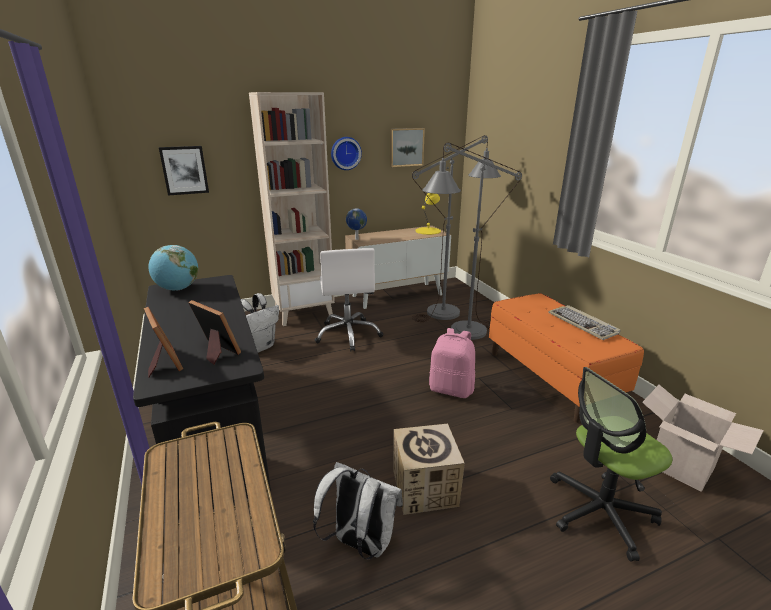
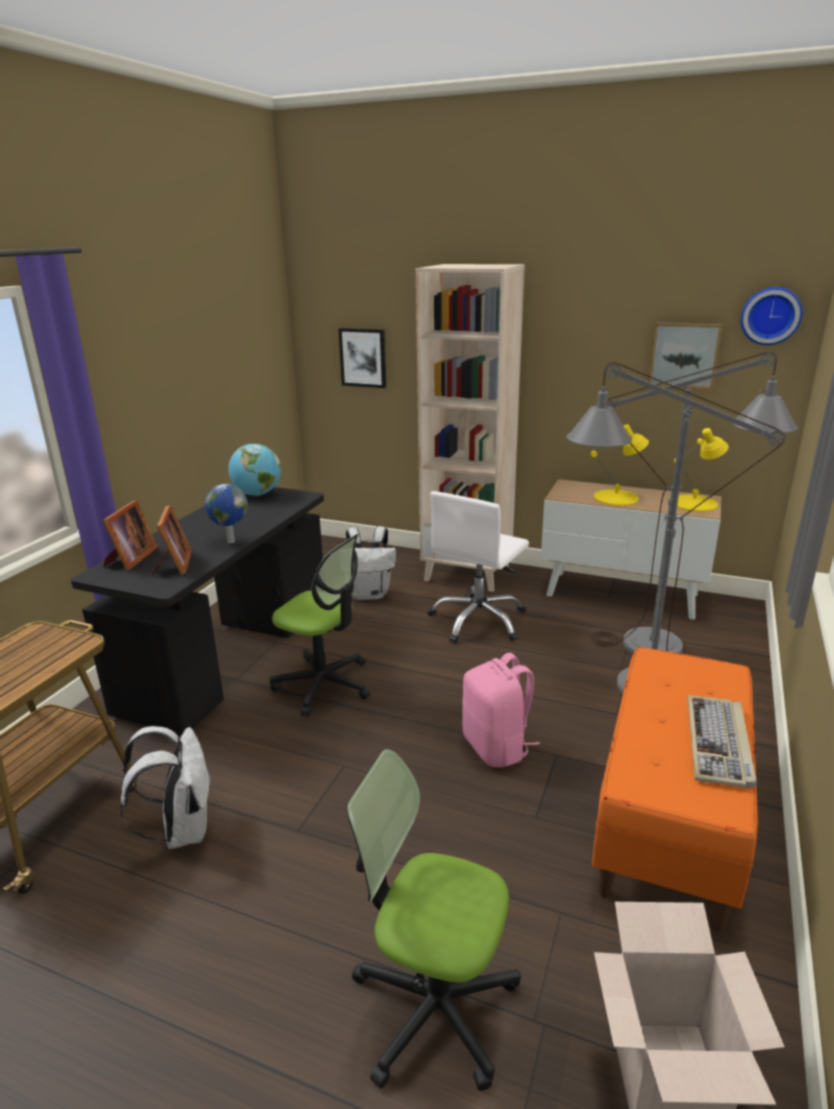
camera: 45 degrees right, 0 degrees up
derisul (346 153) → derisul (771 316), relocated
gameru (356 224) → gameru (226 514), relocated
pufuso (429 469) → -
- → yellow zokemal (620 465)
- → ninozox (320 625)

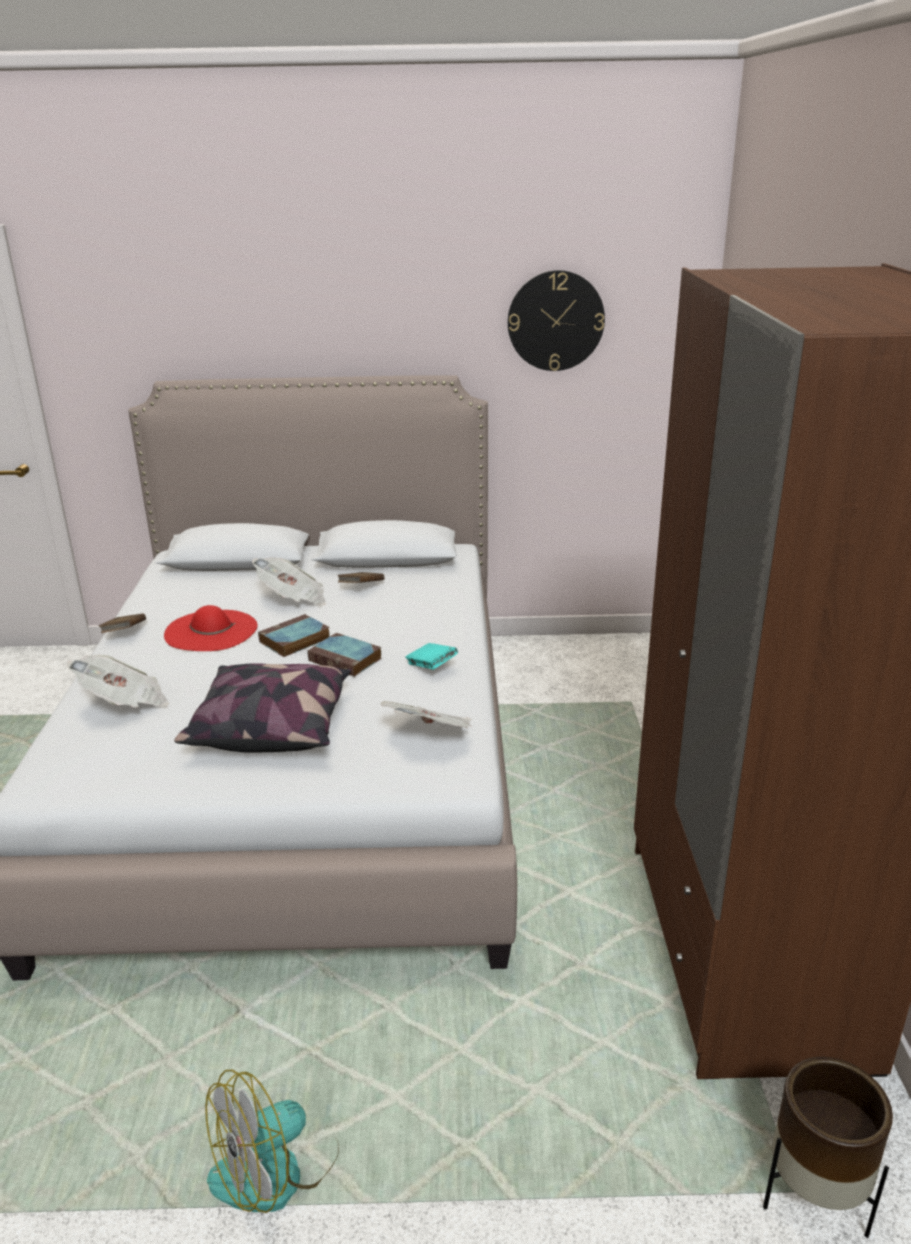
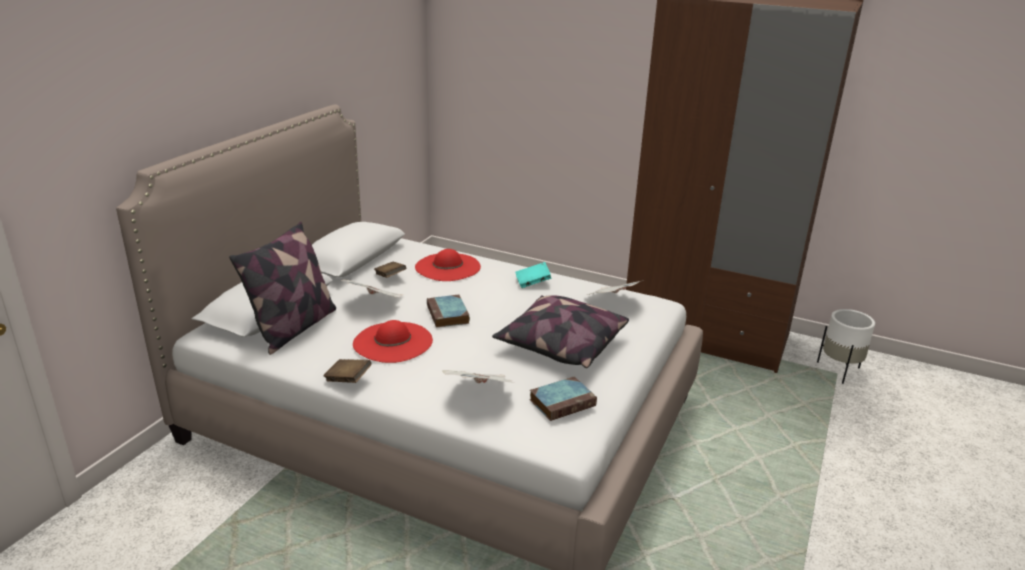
camera: 65 degrees left, 0 degrees up
derisul (556 320) → -
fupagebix (344 655) → fupagebix (563 399), relocated
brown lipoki (828 1147) → white lipoki (846 346)
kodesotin (272 1141) → -
- → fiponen (282 288)
- → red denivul (448 265)

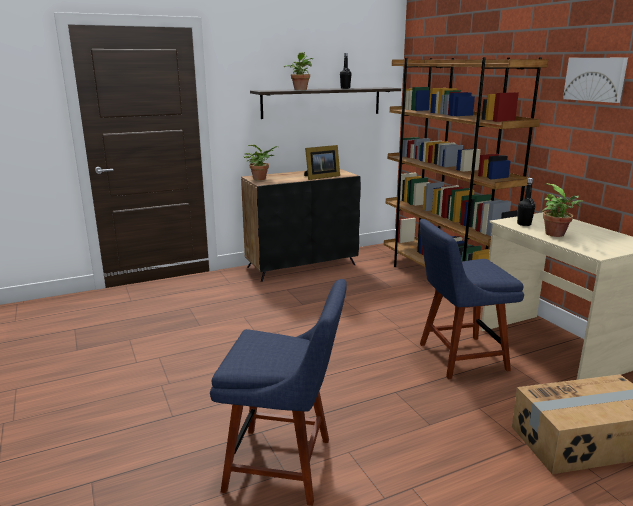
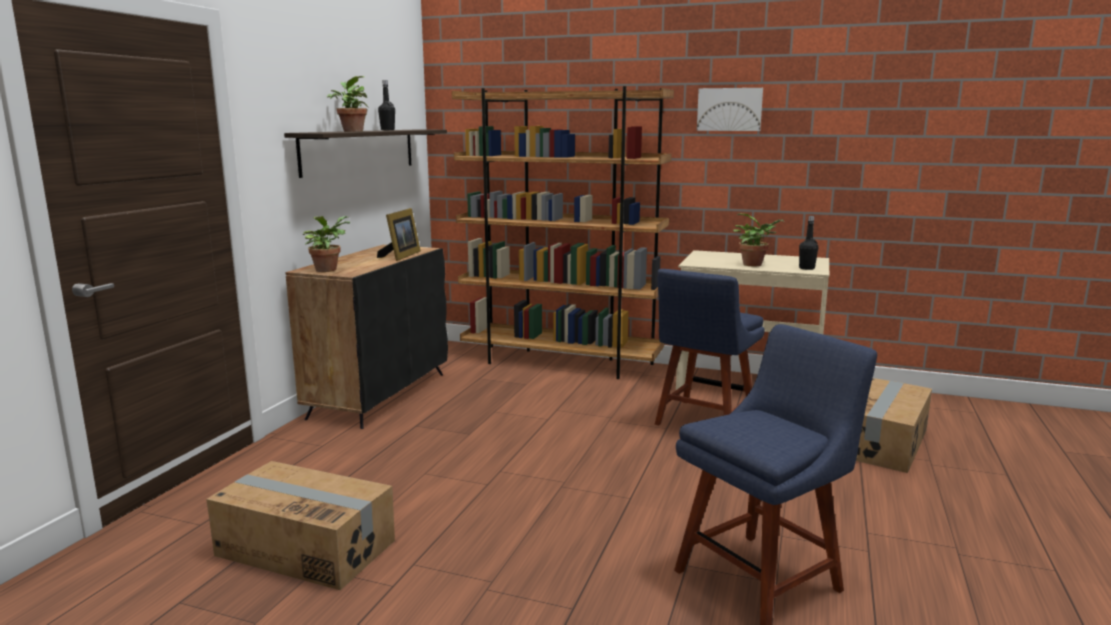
camera: 45 degrees left, 5 degrees down
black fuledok (526 202) → black fuledok (808 243), relocated
- → pufuso (300 525)

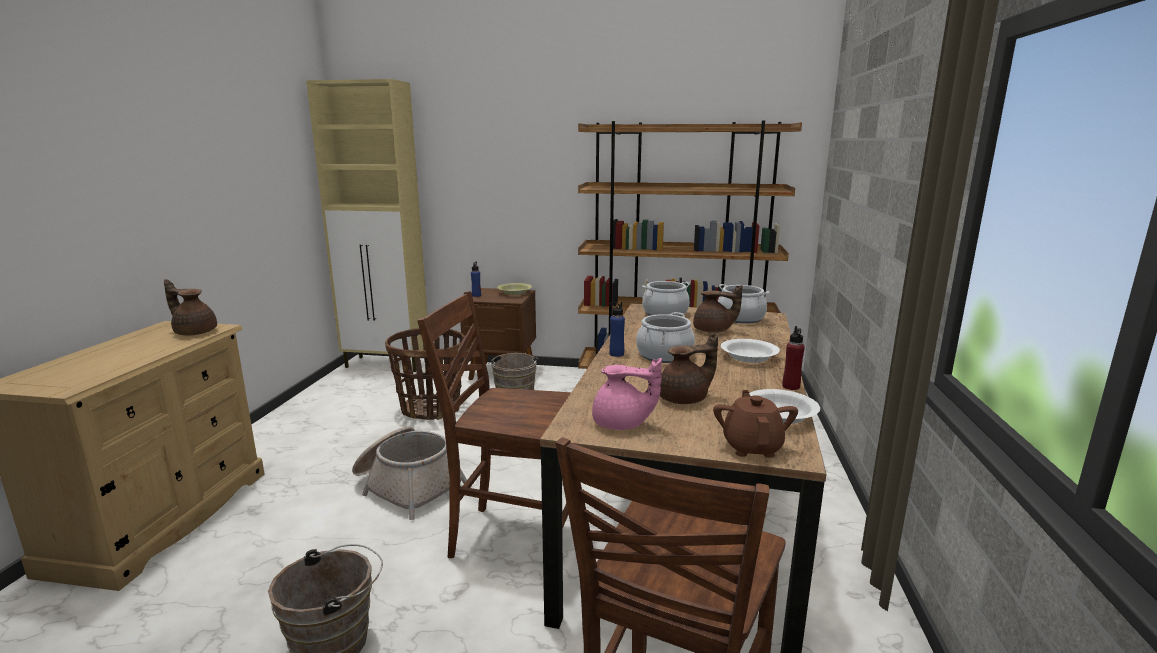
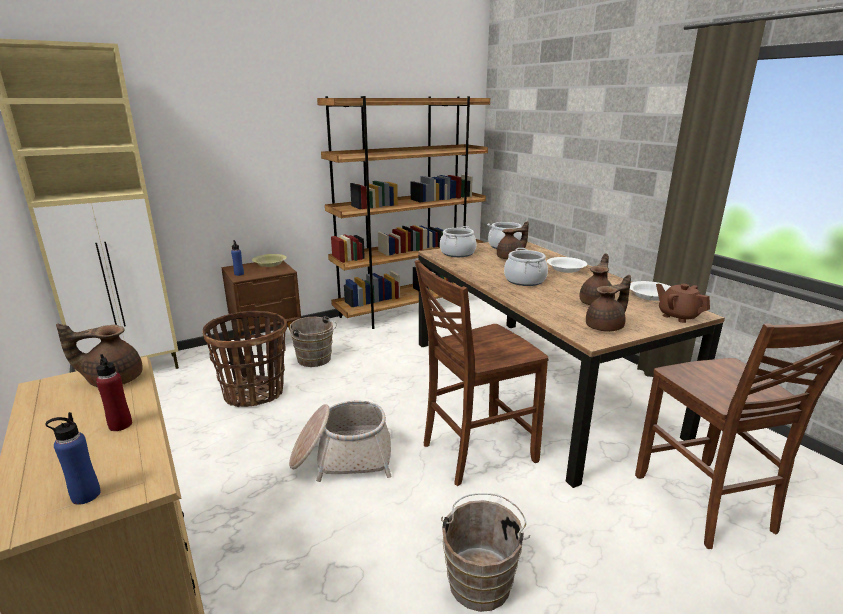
camera: 40 degrees left, 5 degrees up
blue fuledok (617 329) → blue fuledok (73 458), relocated
red fuledok (793 358) → red fuledok (114 392), relocated
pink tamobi (627 394) → brown tamobi (608 303)

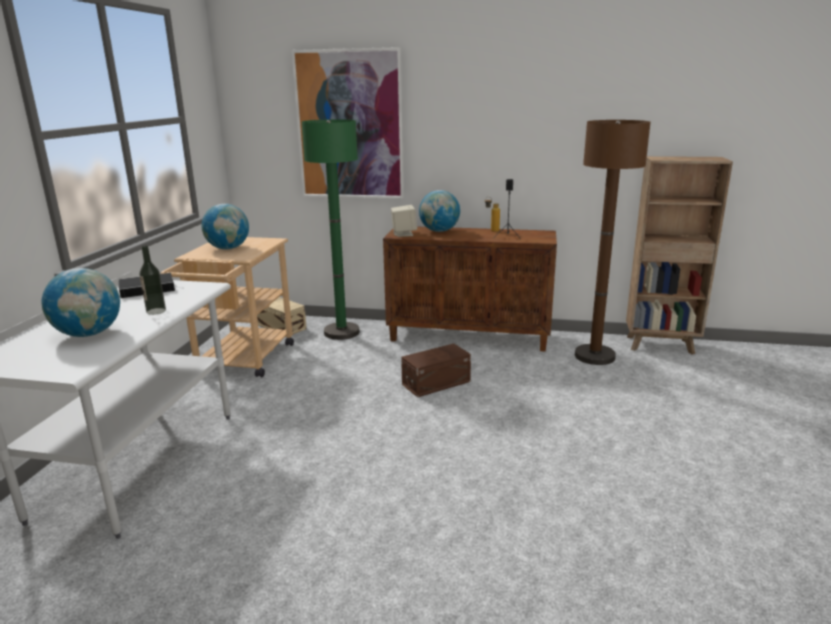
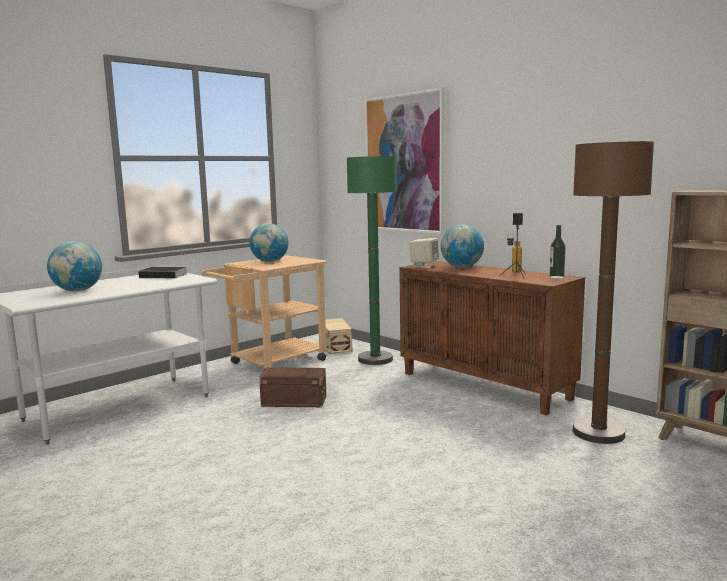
camera: 35 degrees right, 10 degrees down
fuledok (152 280) → fuledok (558 252), relocated
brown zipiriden (436 370) → brown zipiriden (292 387), relocated

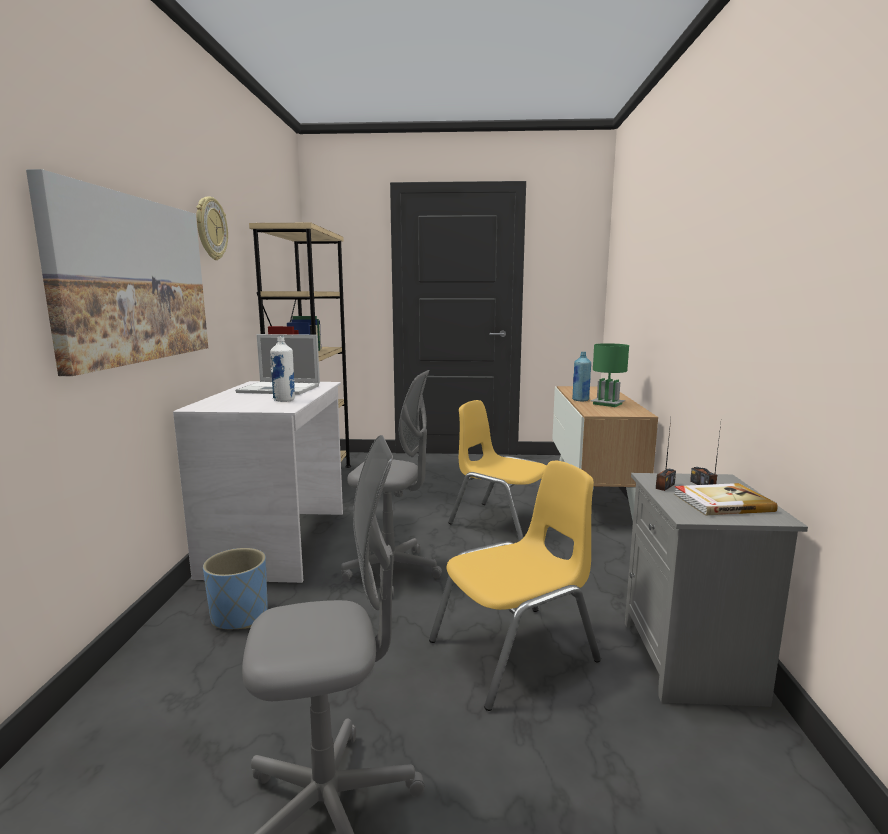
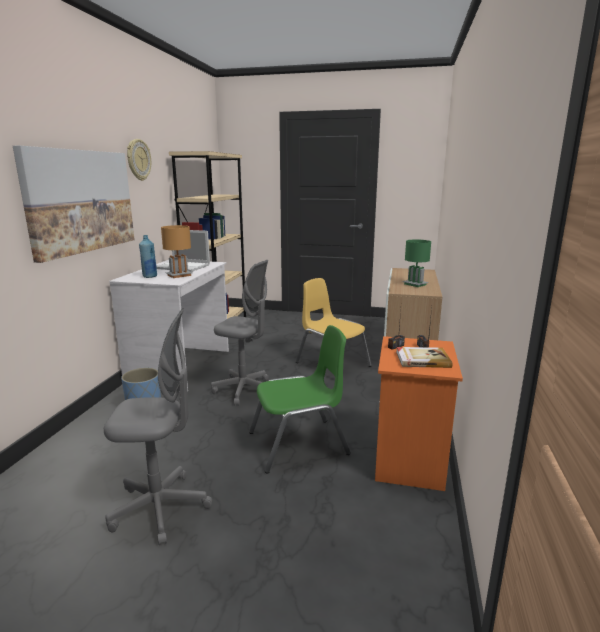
camera: 10 degrees right, 5 degrees up
white fuledok (282 369) → brown zokemal (177 251)
blue fuledok (581 377) → blue fuledok (148 256), relocated
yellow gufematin (515 586) → green gufematin (300 399)
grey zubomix (716 590) → orange zubomix (419 413)

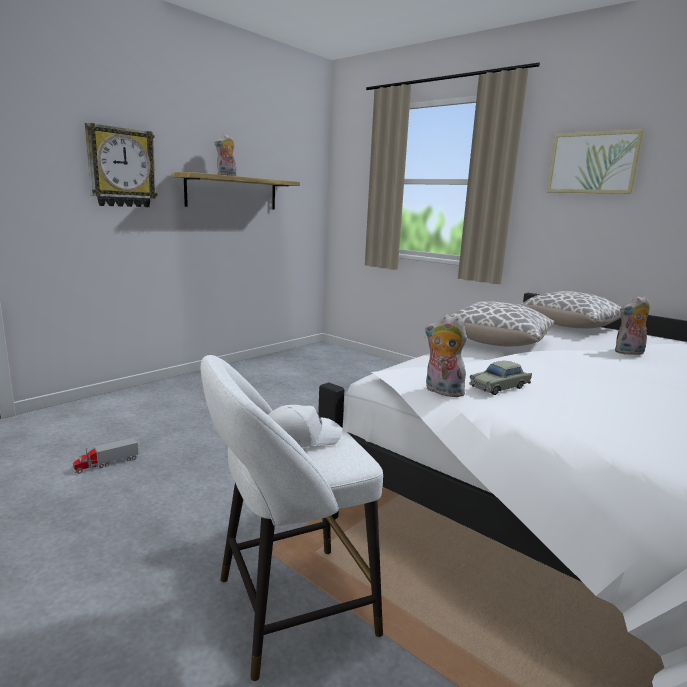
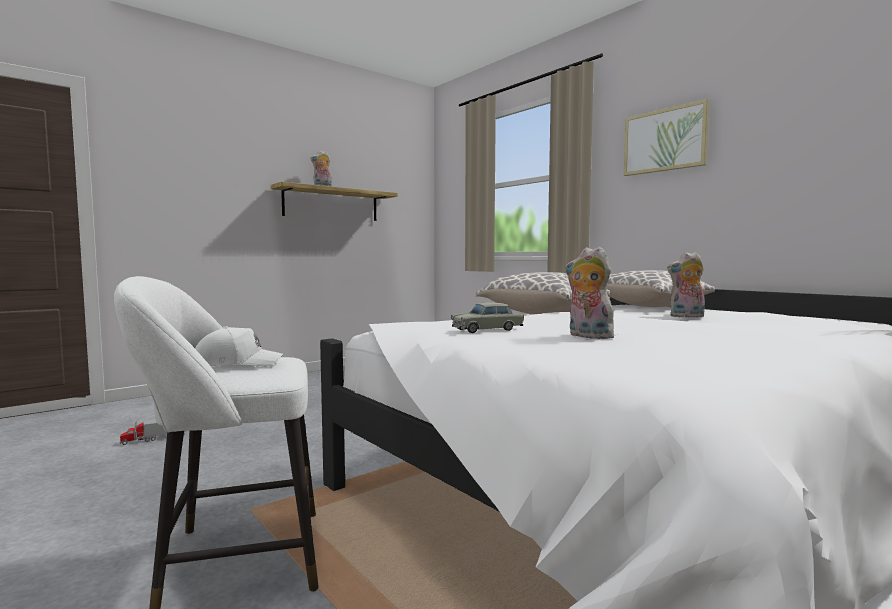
camera: 10 degrees right, 10 degrees down
derisul (121 165) → -
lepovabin (446 355) → lepovabin (589 293), relocated

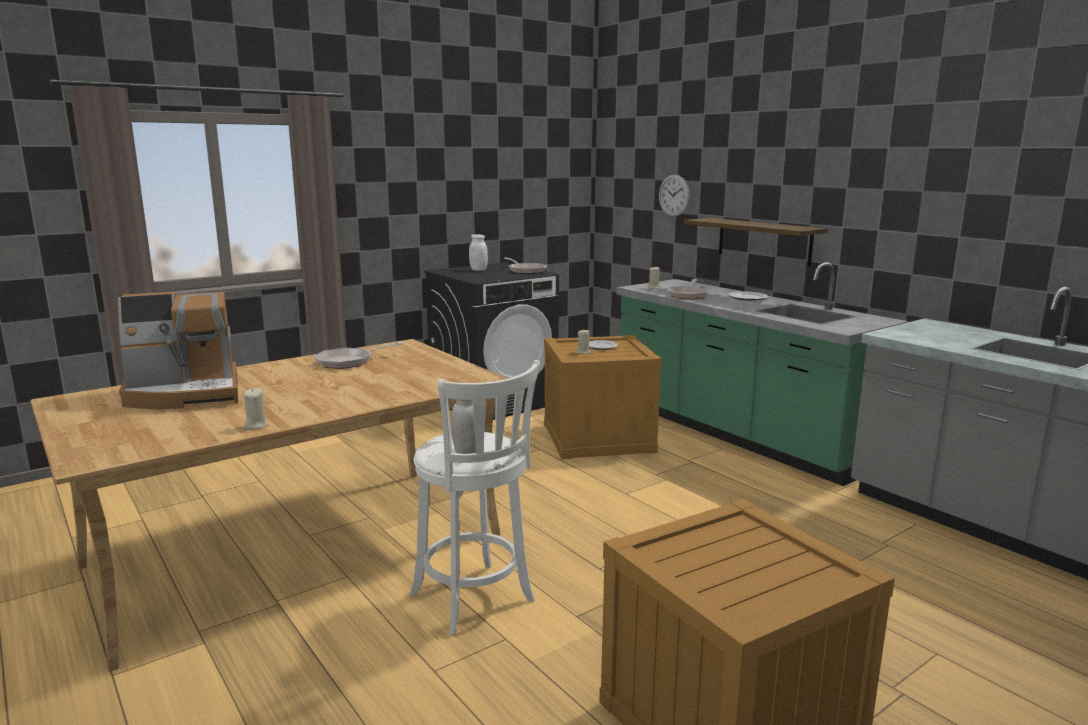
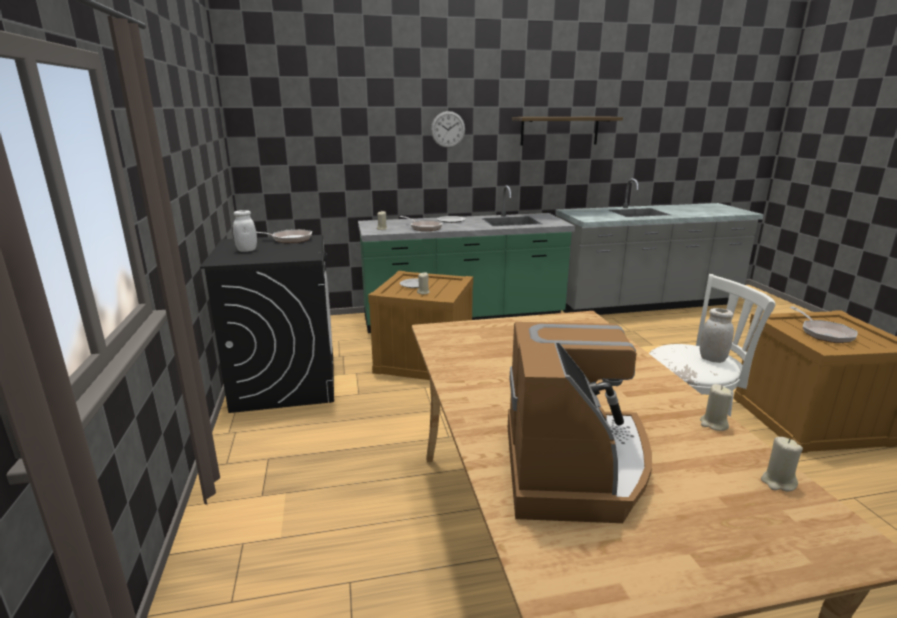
camera: 65 degrees left, 5 degrees up
derisul (674 196) → derisul (448 129), relocated
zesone (755 242) → zesone (567 131), relocated
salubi (359 355) → salubi (823 325), relocated
- → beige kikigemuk (782 464)

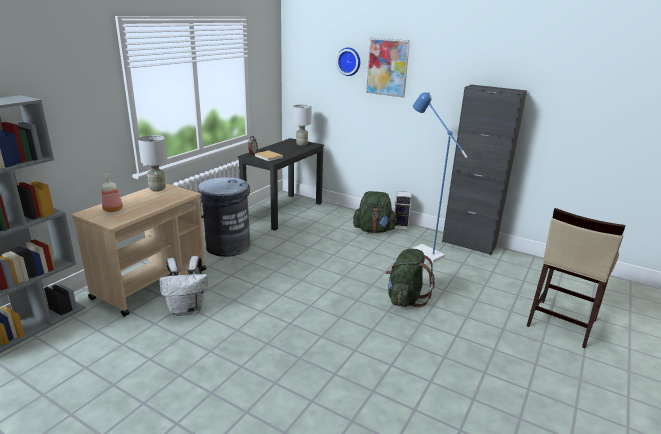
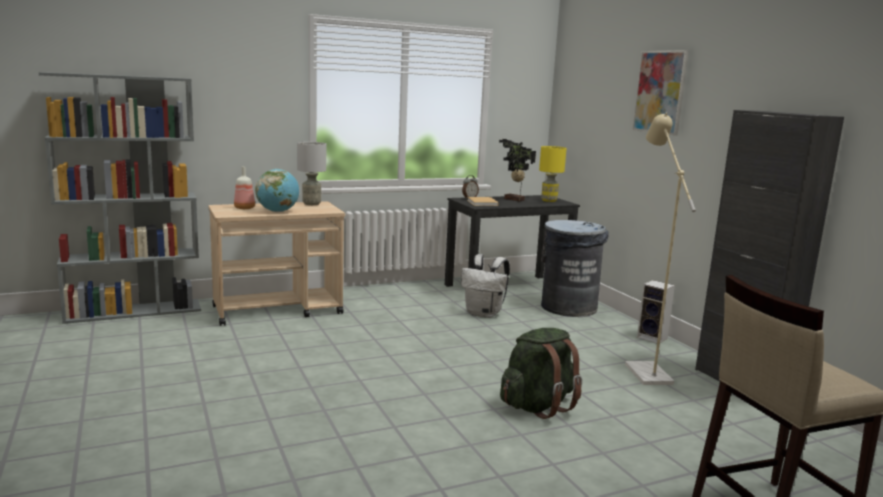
camera: 35 degrees right, 10 degrees down
derisul (348 61) → -
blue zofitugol (439 177) → beige zofitugol (660 249)
grey zokemal (302 125) → yellow zokemal (553 174)
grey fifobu (224 217) → grey fifobu (575 268), relocated
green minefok (375 212) → -
white minefok (183 286) → white minefok (485 286), relocated
- → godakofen (517 170)
- → gameru (277 190)

